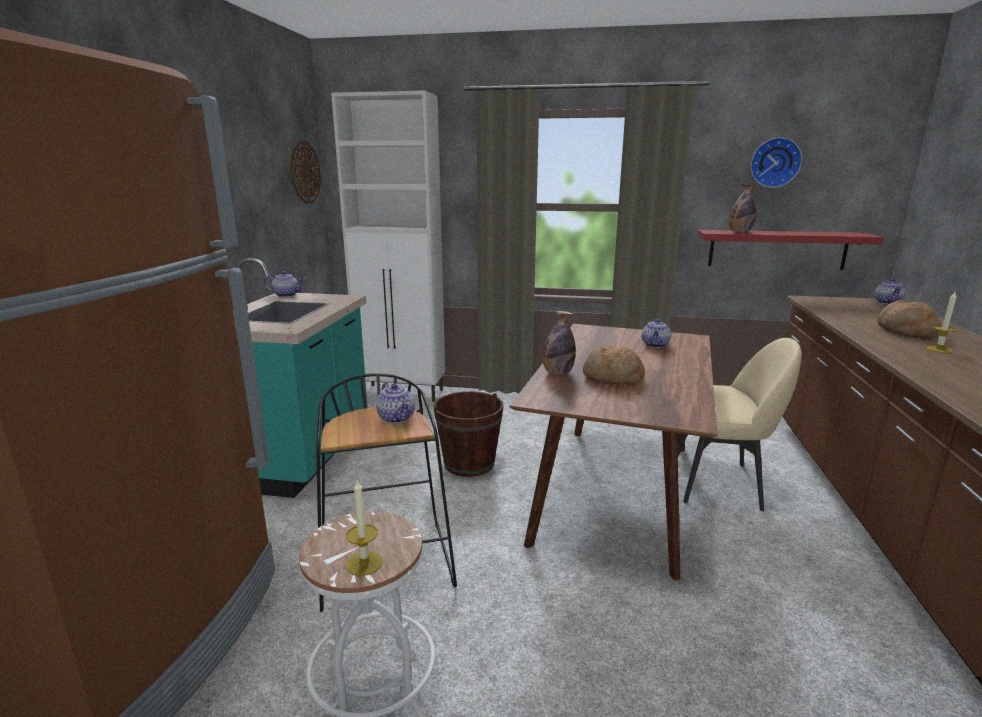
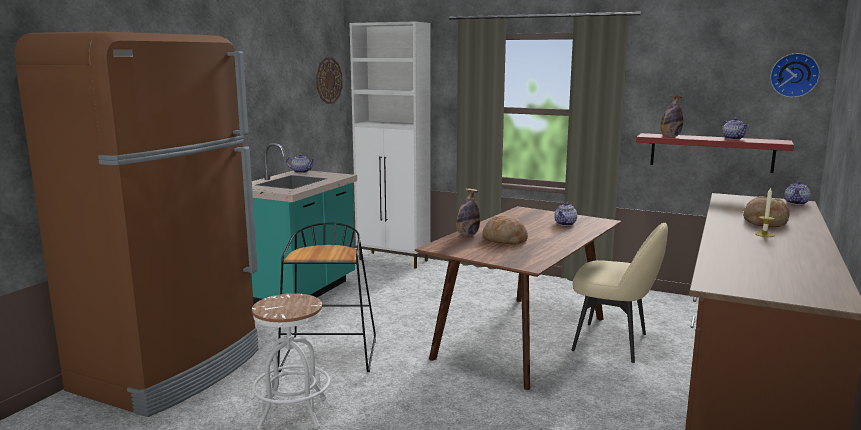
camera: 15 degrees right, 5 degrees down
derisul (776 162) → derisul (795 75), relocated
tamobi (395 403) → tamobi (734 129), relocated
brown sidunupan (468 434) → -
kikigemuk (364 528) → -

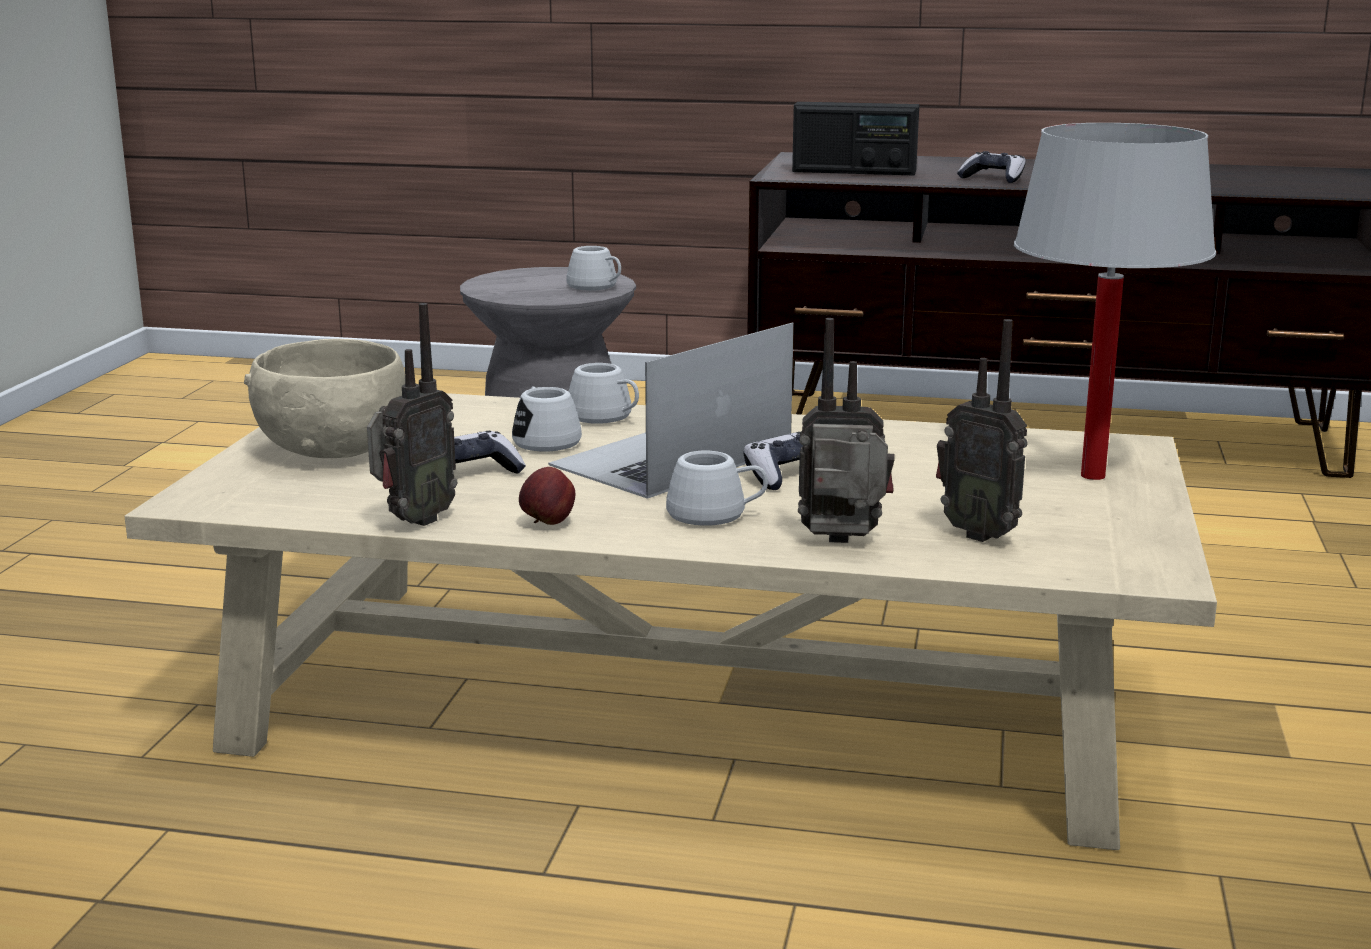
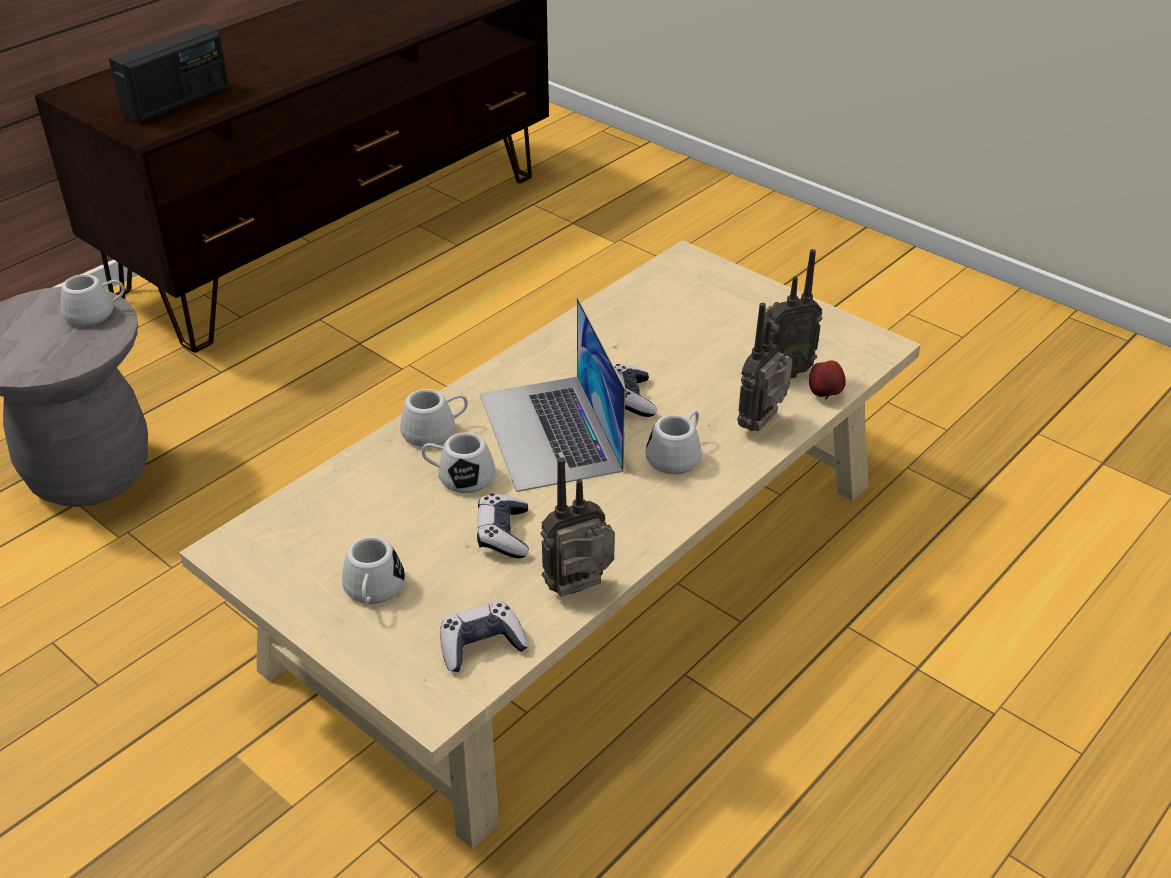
camera: 60 degrees left, 20 degrees up
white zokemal (1115 301) → -
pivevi (991 167) → pivevi (484 636), relocated
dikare (412 414) → dikare (577 527), 90 degrees counterclockwise
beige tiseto (324 398) → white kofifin (373 570)
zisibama (547 496) → zisibama (827 379), relocated

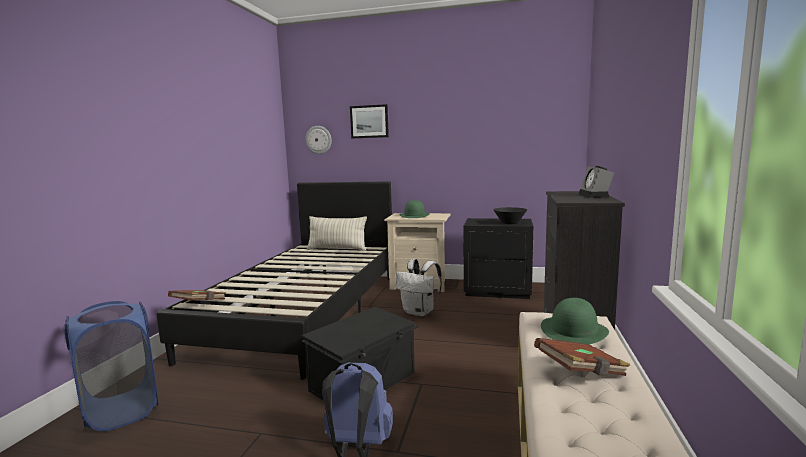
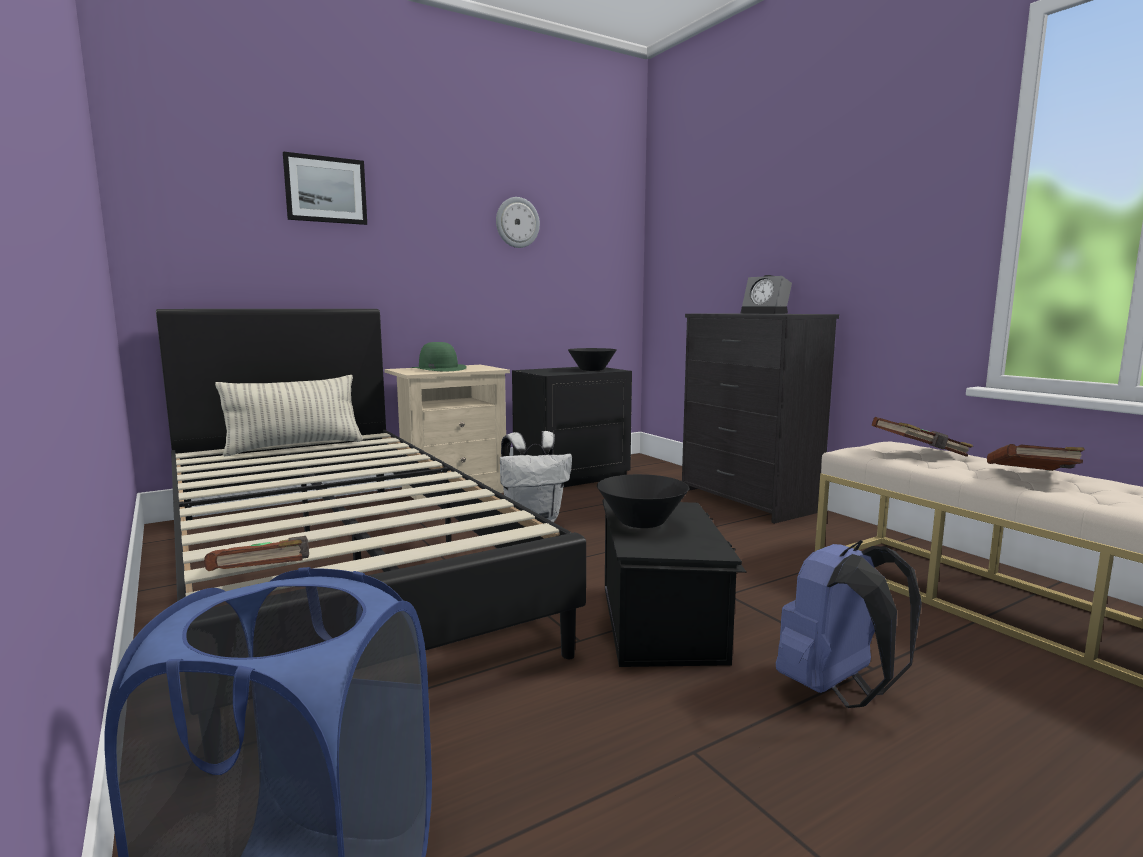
camera: 45 degrees left, 0 degrees up
derisul (318 140) → derisul (518 222), relocated
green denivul (575 321) → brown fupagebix (922 437)
- → black tiseto (643 501)

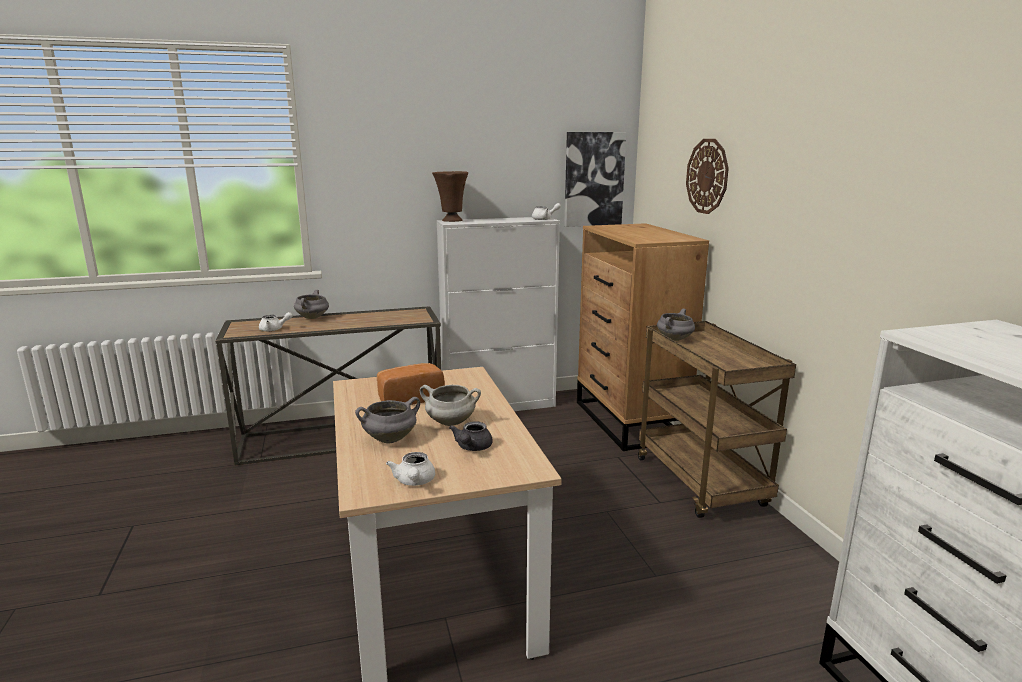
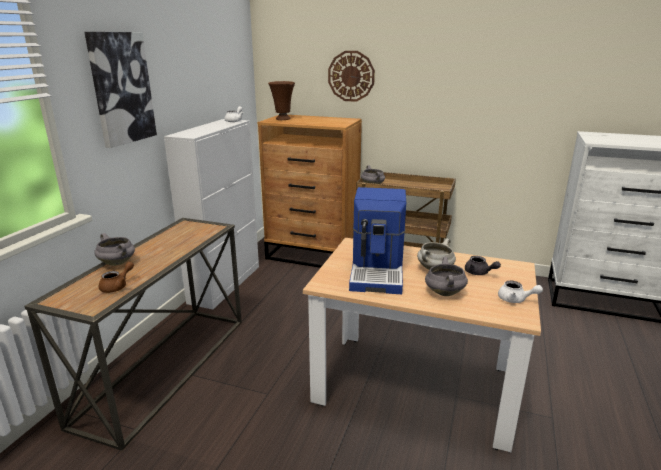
camera: 55 degrees left, 5 degrees up
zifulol (595 179) → zifulol (121 90), relocated
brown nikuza (450 196) → brown nikuza (281 100), relocated
white tamobi (275 321) → brown tamobi (116 277)
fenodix (411 384) → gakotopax (377 240)

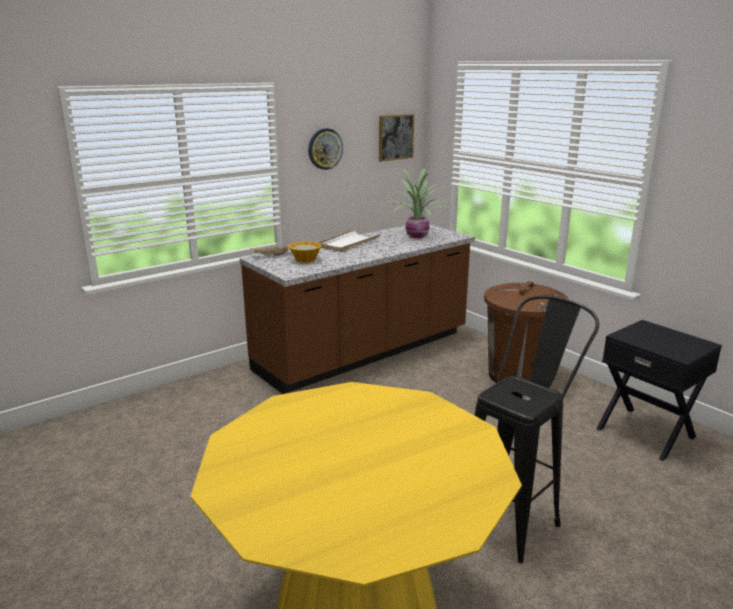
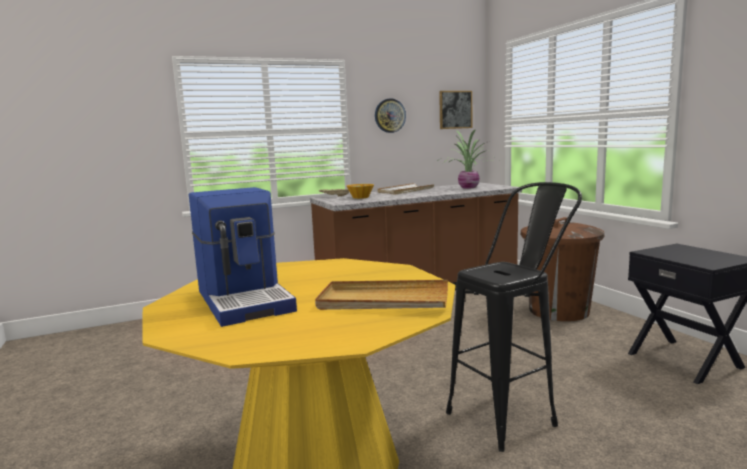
camera: 15 degrees right, 10 degrees down
- → gakotopax (243 257)
- → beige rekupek (381 295)

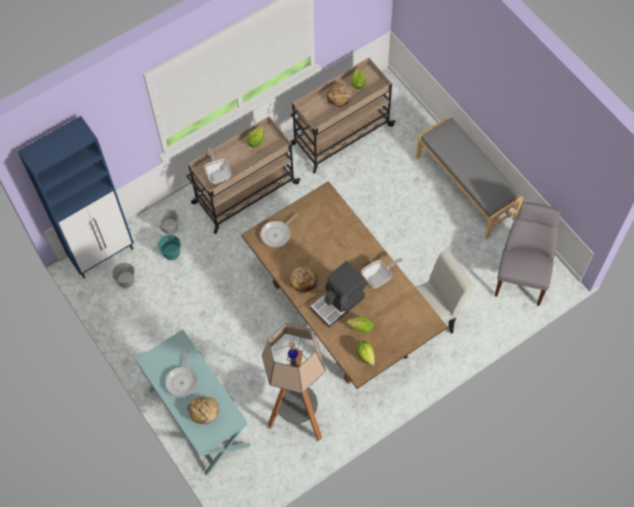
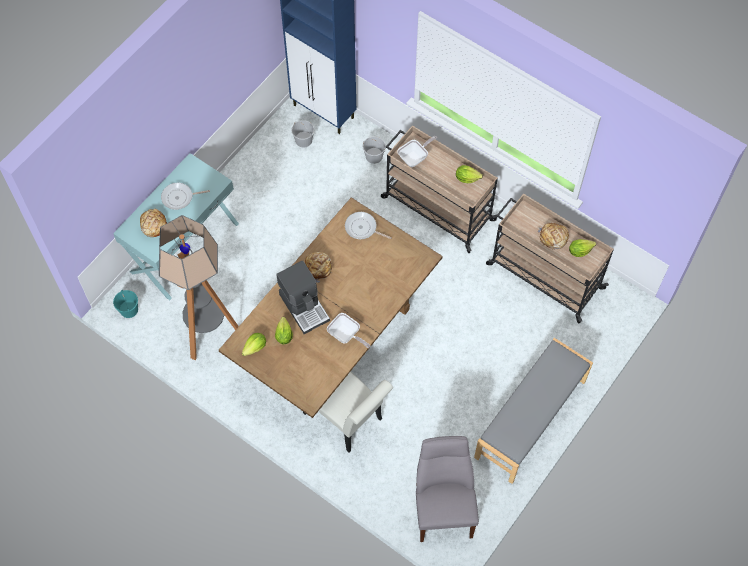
camera: 70 degrees right, 0 degrees up
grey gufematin (528 254) → grey gufematin (447 489), 90 degrees counterclockwise
turquoise sidunupan (169 247) → turquoise sidunupan (125 304), relocated
gakotopax (338 293) → gakotopax (303 297), 150 degrees counterclockwise

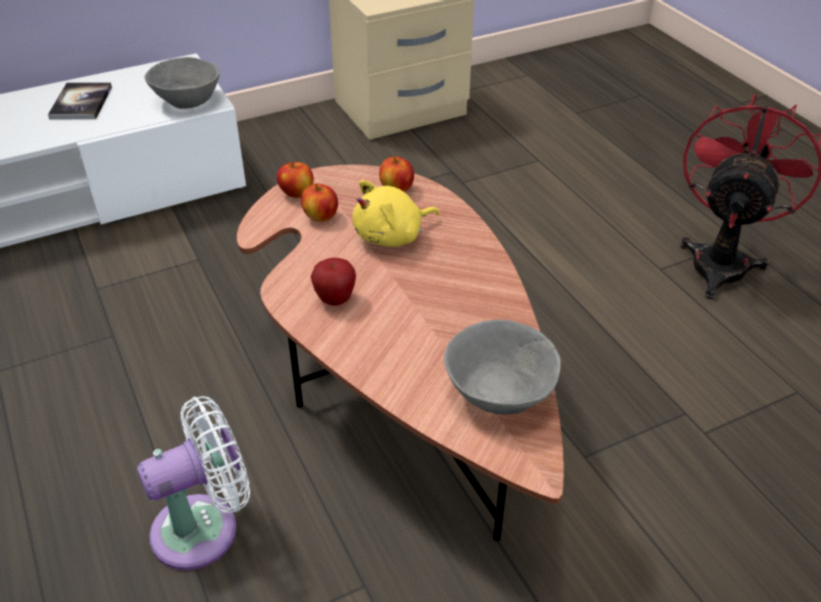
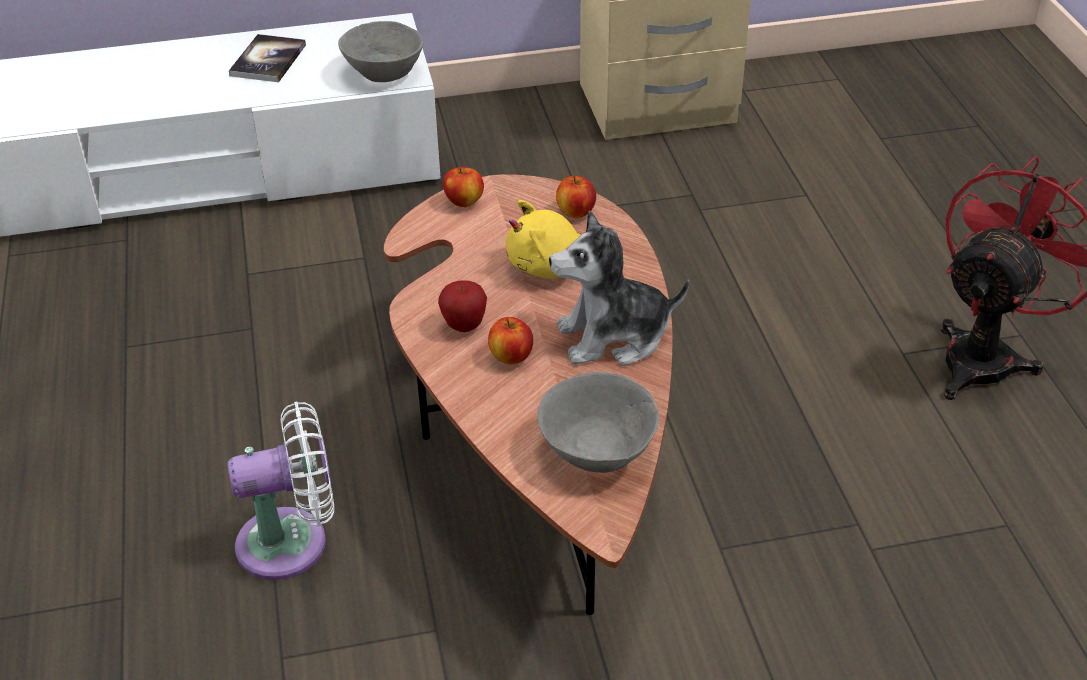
camera: 15 degrees right, 0 degrees up
zisibama (319 202) → zisibama (510 341), relocated
- → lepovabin (619 288)

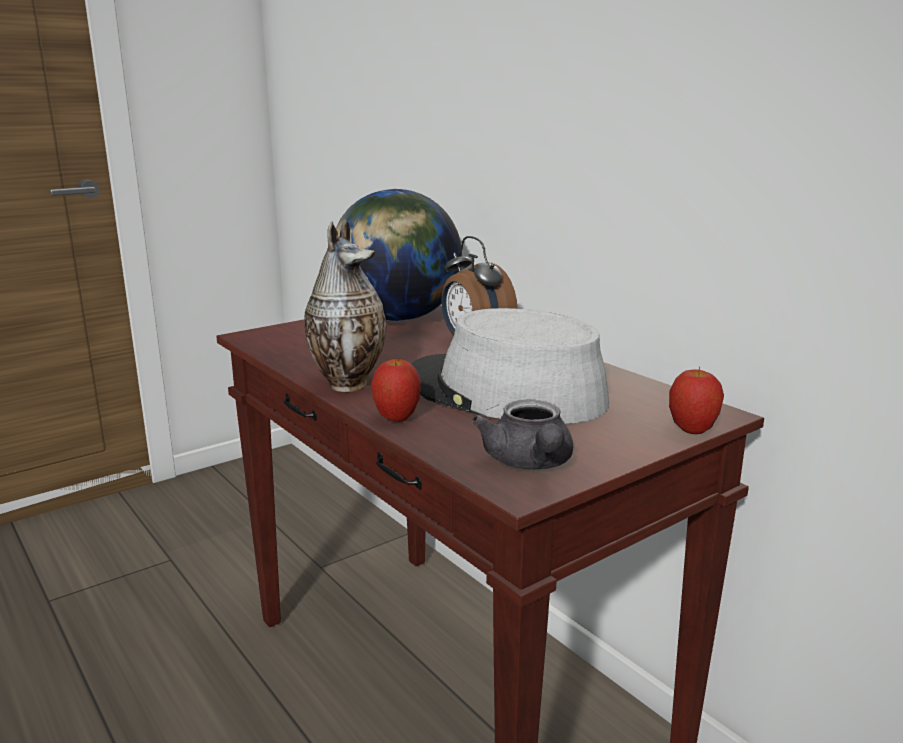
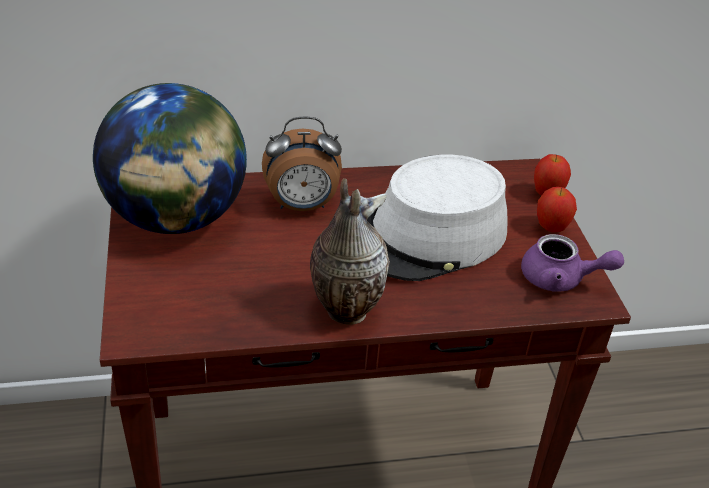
camera: 65 degrees left, 20 degrees up
zisibama (396 389) → zisibama (557 210), relocated
grey tamobi (522 434) → purple tamobi (572 262)

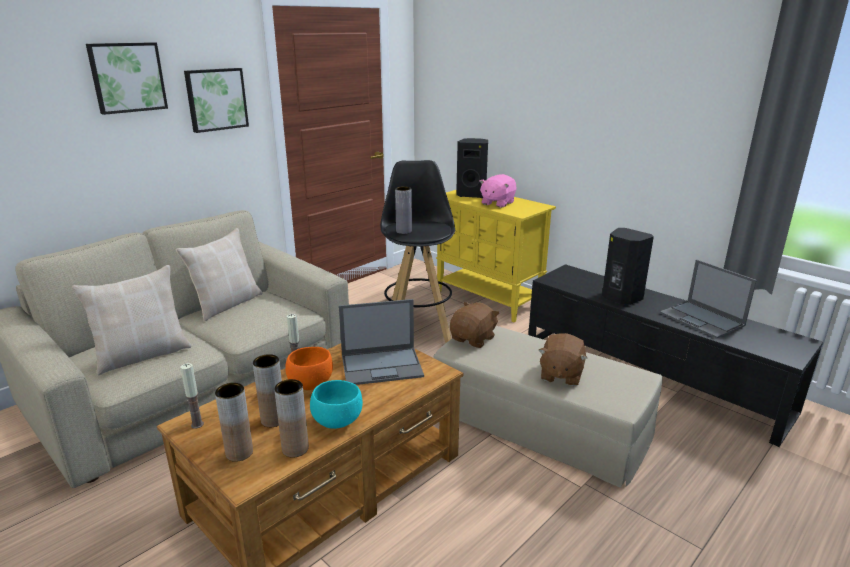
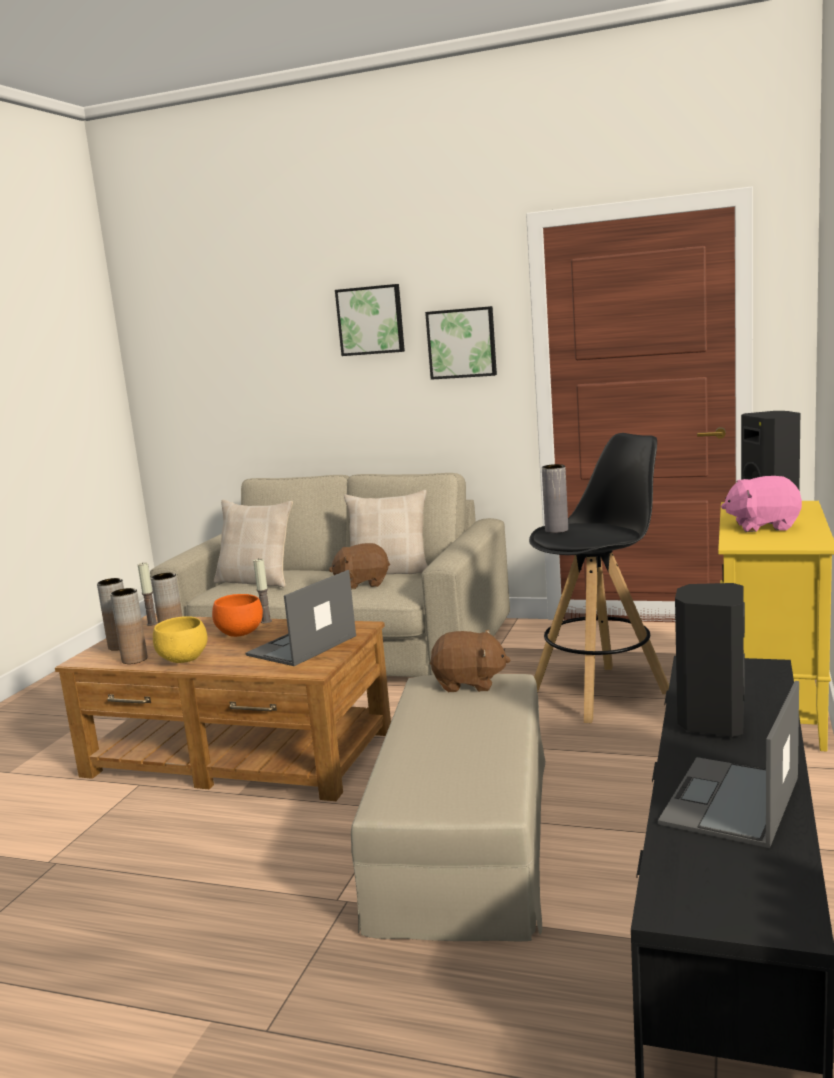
camera: 65 degrees right, 10 degrees down
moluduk (381 342) → moluduk (301 618), 75 degrees clockwise
brown lepovabin (562 359) → brown lepovabin (359 566), relocated
turquoise tiseto (336 404) → yellow tiseto (180 639)

